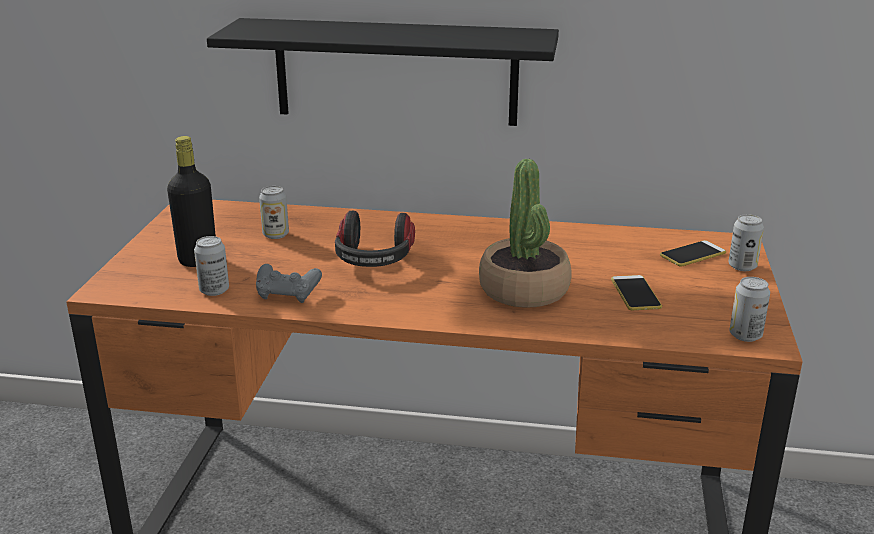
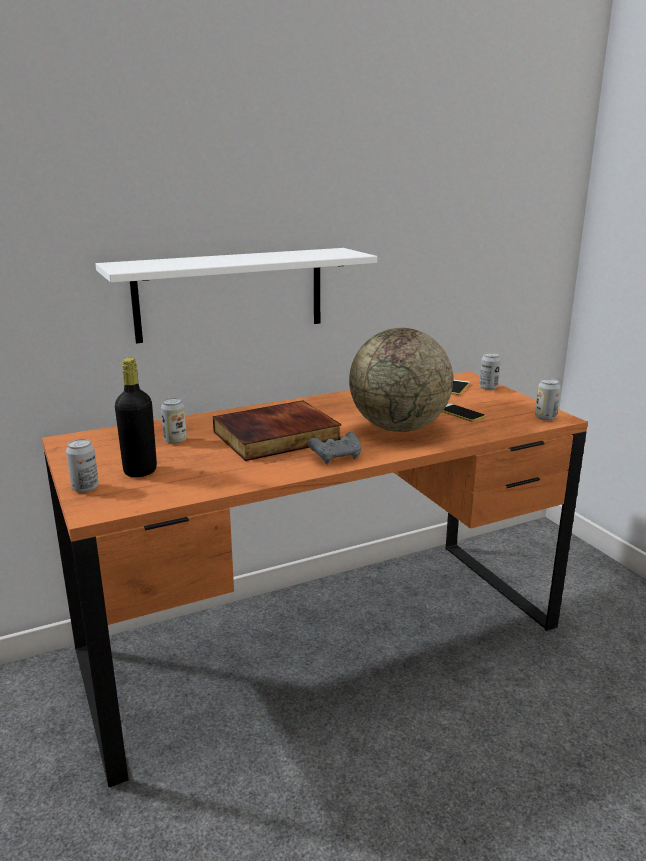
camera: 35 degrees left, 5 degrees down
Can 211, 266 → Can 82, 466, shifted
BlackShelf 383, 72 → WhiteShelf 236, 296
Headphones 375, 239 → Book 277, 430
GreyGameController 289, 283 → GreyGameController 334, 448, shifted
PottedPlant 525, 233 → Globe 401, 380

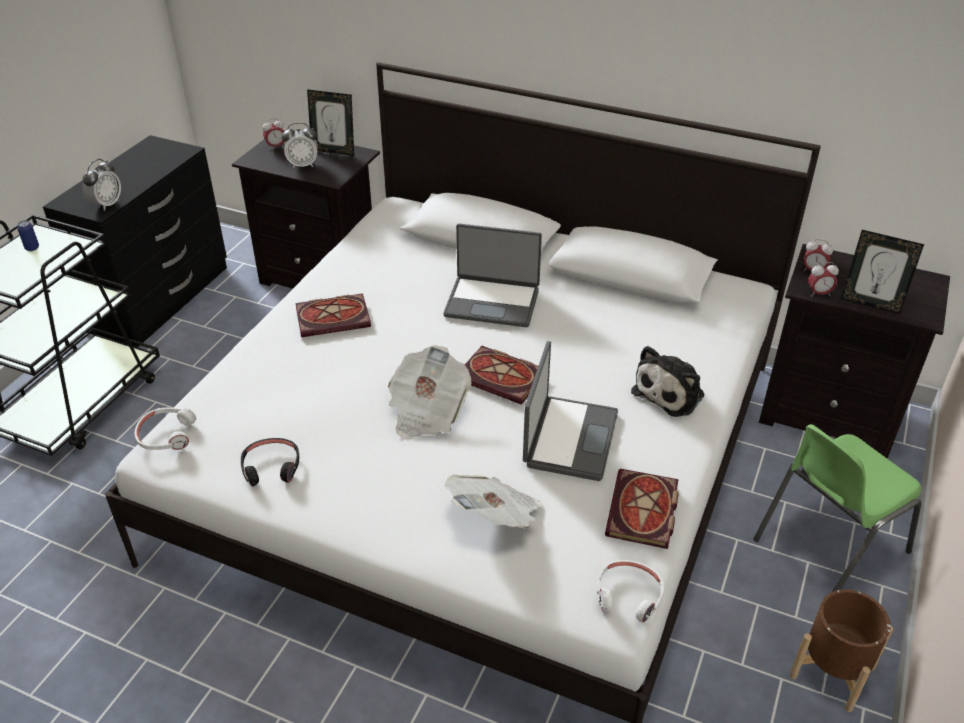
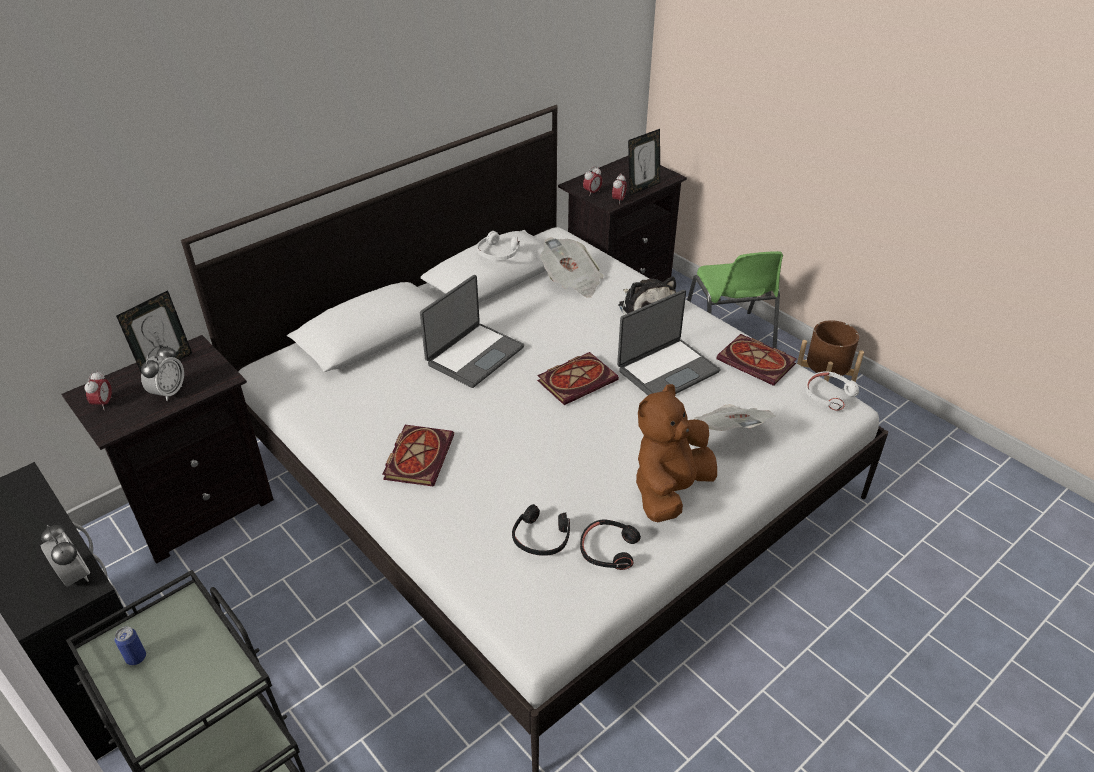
camera: 65 degrees left, 0 degrees up
WhiteHeadphones 165, 428 → WhiteHeadphones 498, 245, shifted
- → BlackHeadphones 541, 530
Newspaper 430, 391 → Newspaper 572, 267, shifted
Laptop 570, 411 → Laptop 669, 342, 105 degrees clockwise
- → BrownPlushToy 676, 453

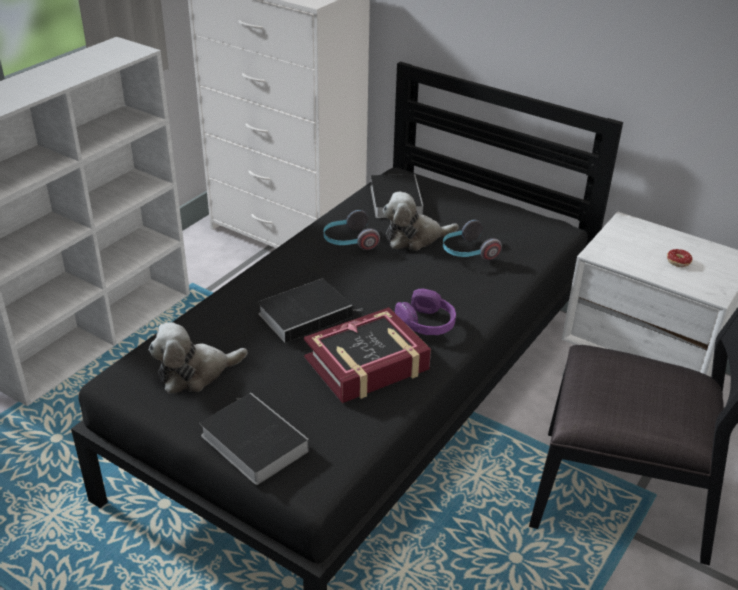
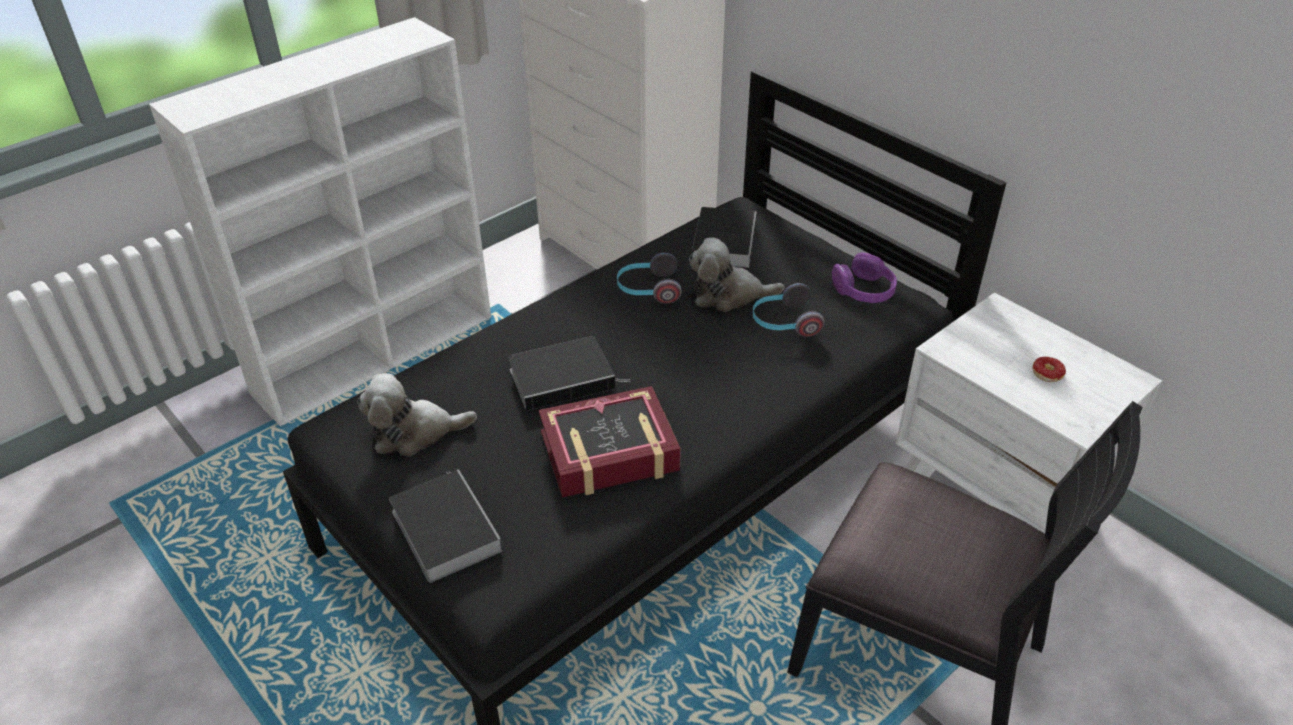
camera: 15 degrees right, 5 degrees up
PurpleHeadphones 425, 312 → PurpleHeadphones 864, 278, shifted

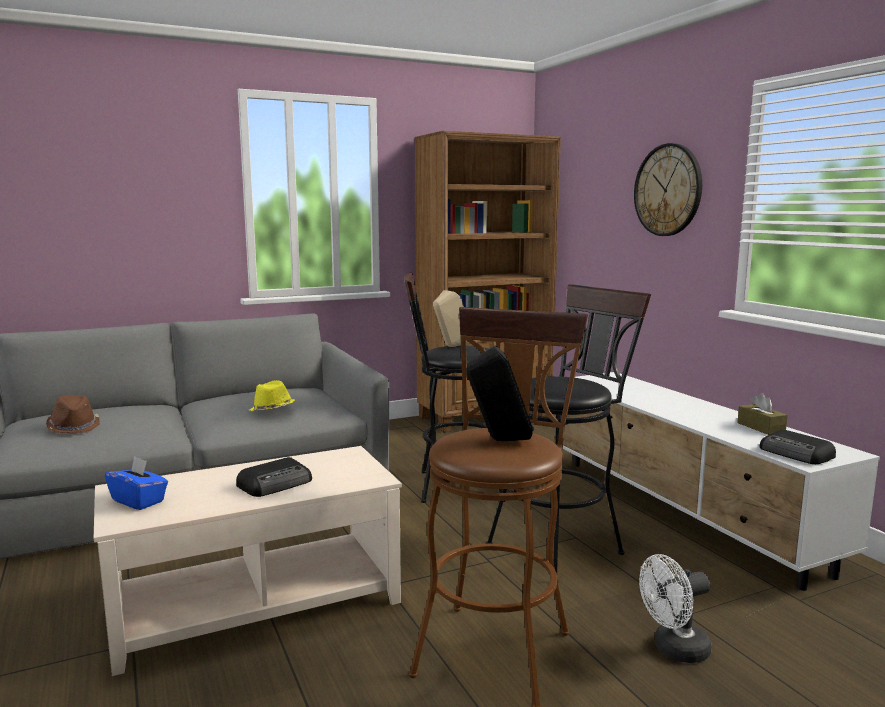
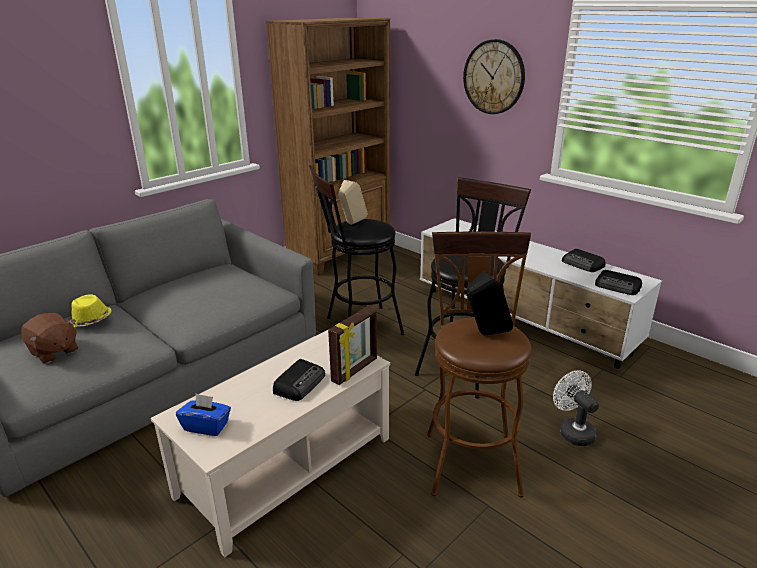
camera: 20 degrees left, 15 degrees up
BrownHat 73, 414 → BrownPlushToy 49, 338
YellowHat 272, 395 → YellowHat 91, 310, shifted
- → PictureFrame 352, 345
WhiteFan 675, 608 → WhiteFan 576, 408, 105 degrees clockwise
BrownTissueBox 762, 414 → Radio 584, 260

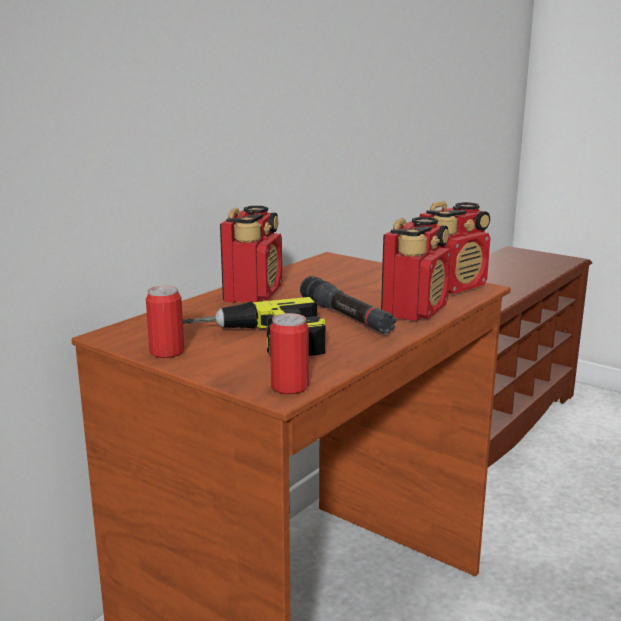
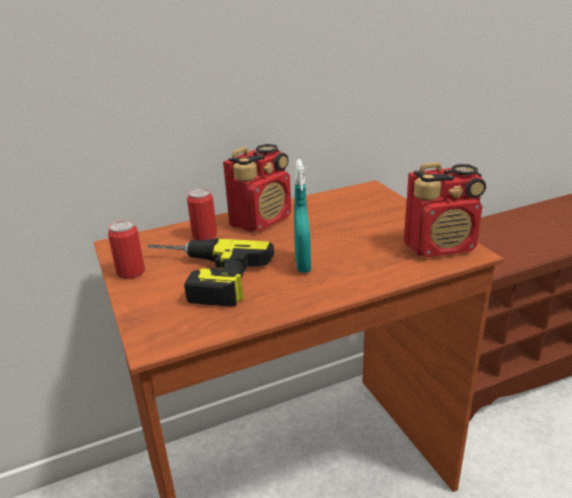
camera: 30 degrees right, 10 degrees up
Can 289, 353 → Can 202, 214, shifted
BlackFlashlight 348, 305 → TurquoiseSprayBottle 302, 216
Radio 416, 269 → -

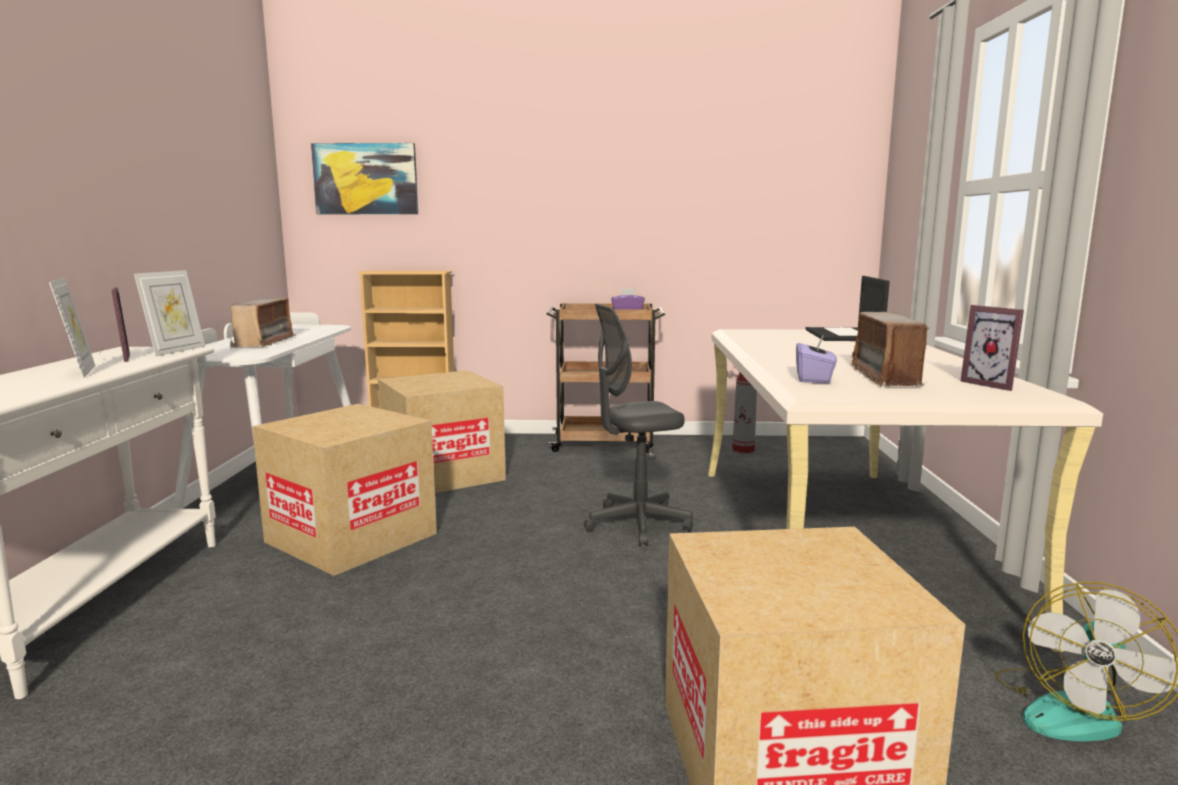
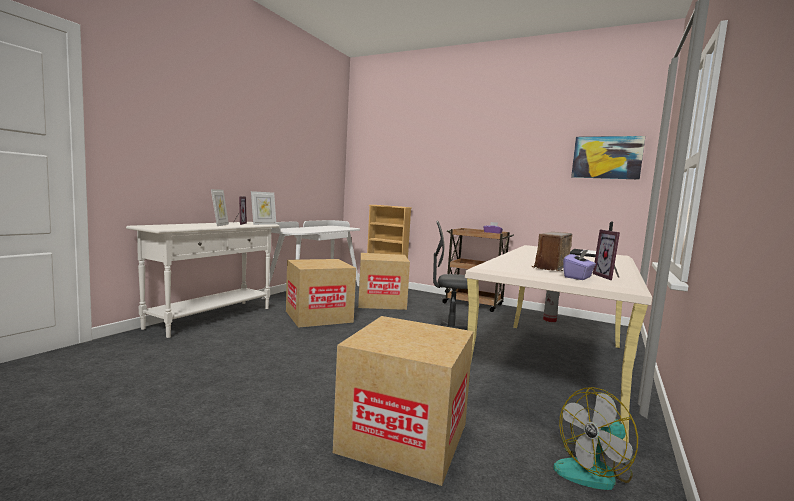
camera: 25 degrees right, 5 degrees down
PurpleTissueBox 816, 358 → PurpleTissueBox 579, 265, shifted
Picture 364, 178 → Picture 608, 157, shifted
Radio 263, 322 → -

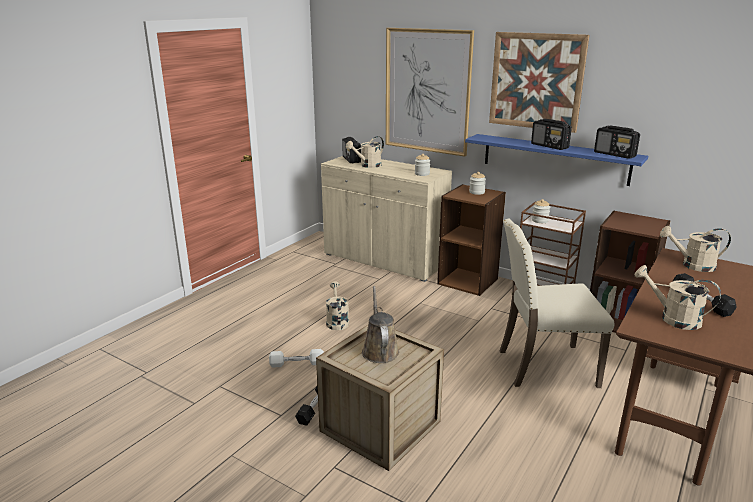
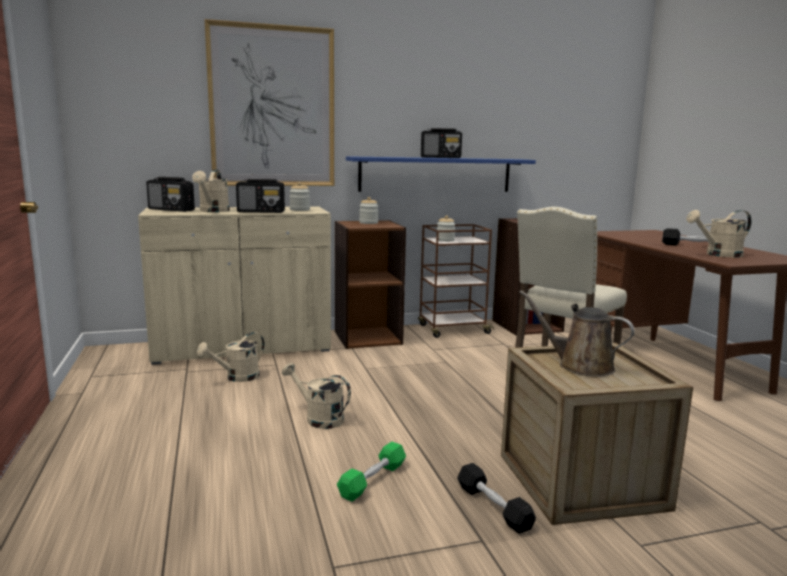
camera: 50 degrees left, 10 degrees down
BeigeWateringCan 695, 249 → BeigeWateringCan 231, 357, shifted
Radio 617, 142 → Radio 260, 196, shifted
WhiteDumbbell 296, 358 → GreenDumbbell 371, 472
Picture 539, 82 → -

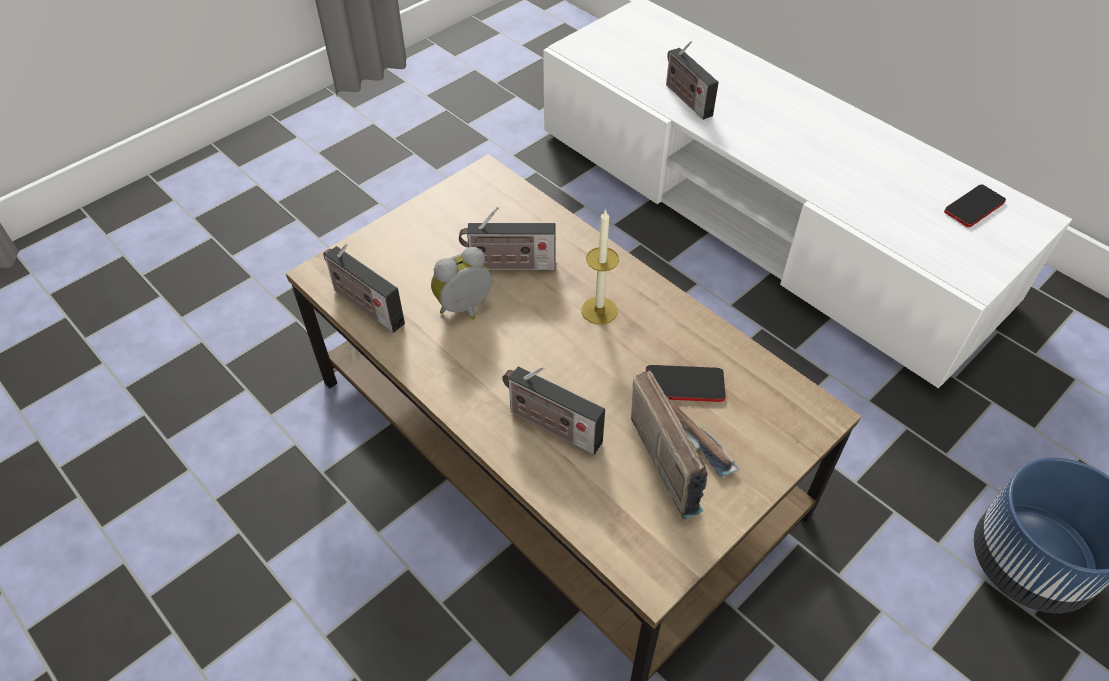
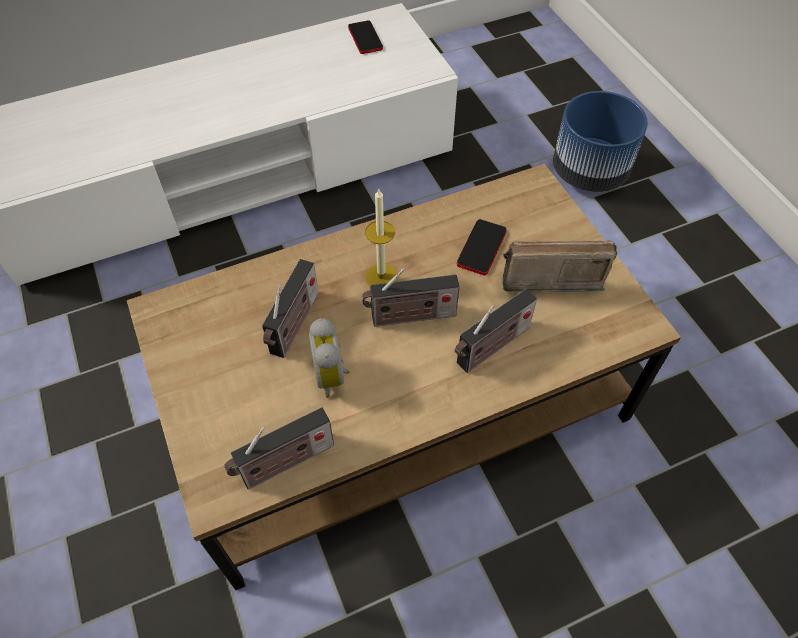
camera: 70 degrees left, 5 degrees up
Radio 692, 80 → Radio 411, 298, shifted

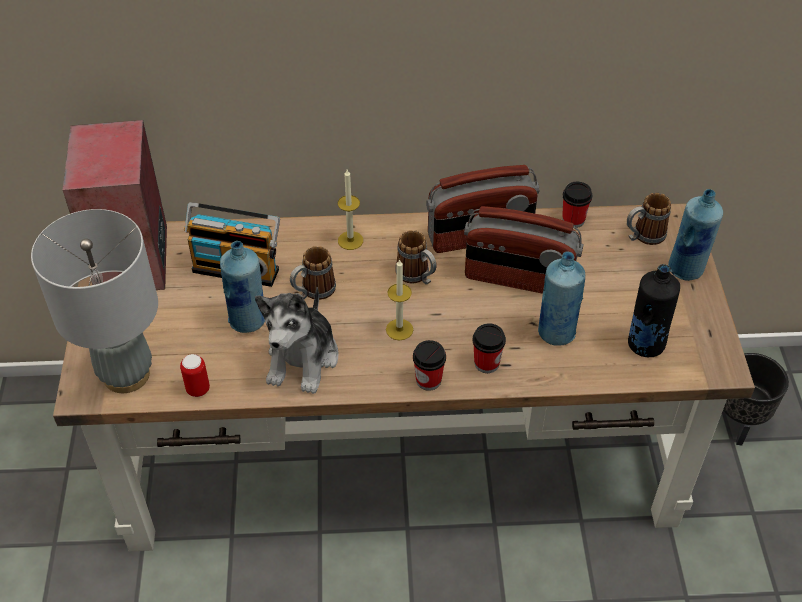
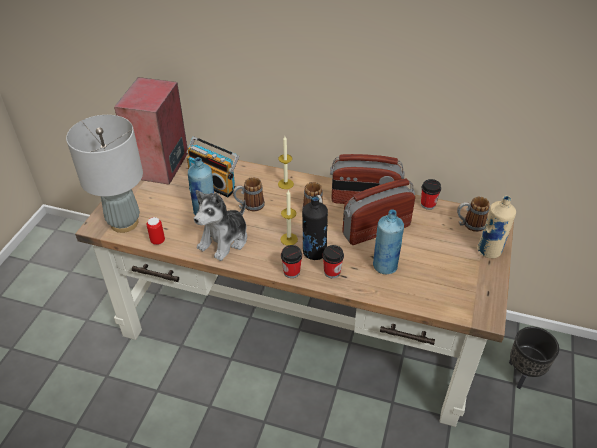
camera: 20 degrees right, 5 degrees down
BlackBottle 654, 310 → BlackBottle 315, 228, shifted
Radio 524, 250 → Radio 378, 212, 120 degrees clockwise
BlueBottle 695, 235 → BeigeBottle 496, 226

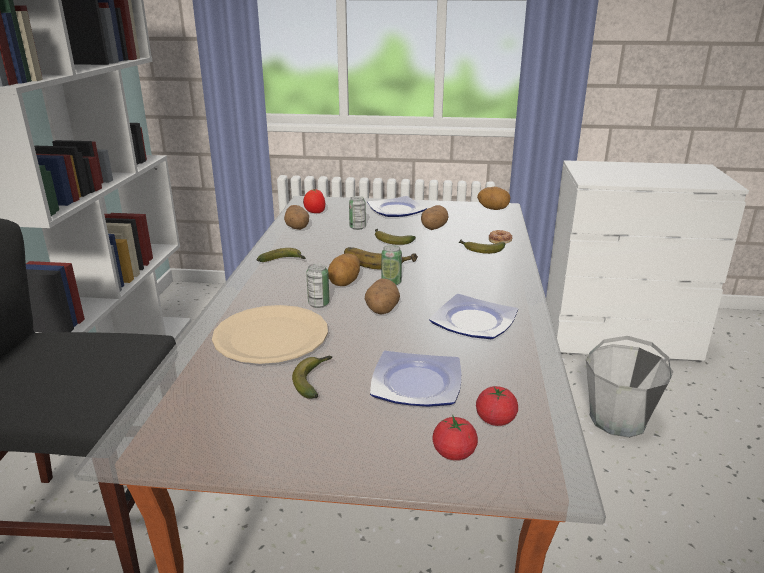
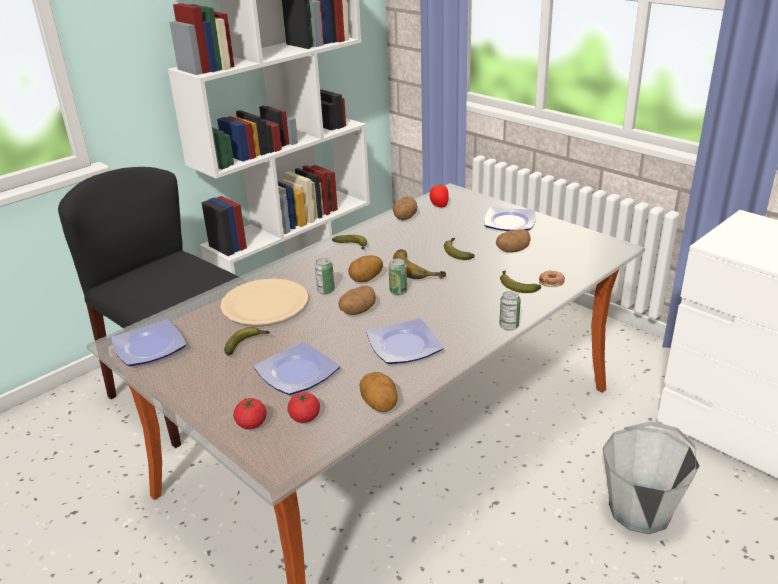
camera: 40 degrees right, 5 degrees up
- → Plate 148, 342
Potato 493, 198 → Potato 379, 392, shifted
Can 357, 213 → Can 510, 310, shifted

